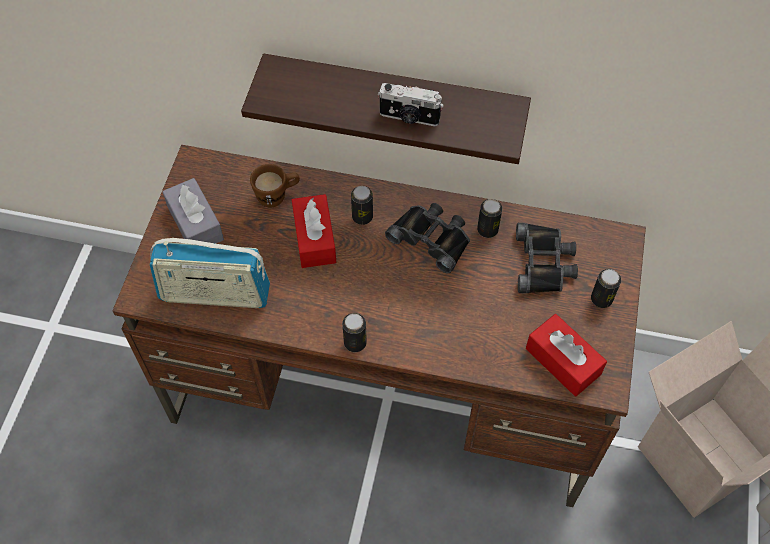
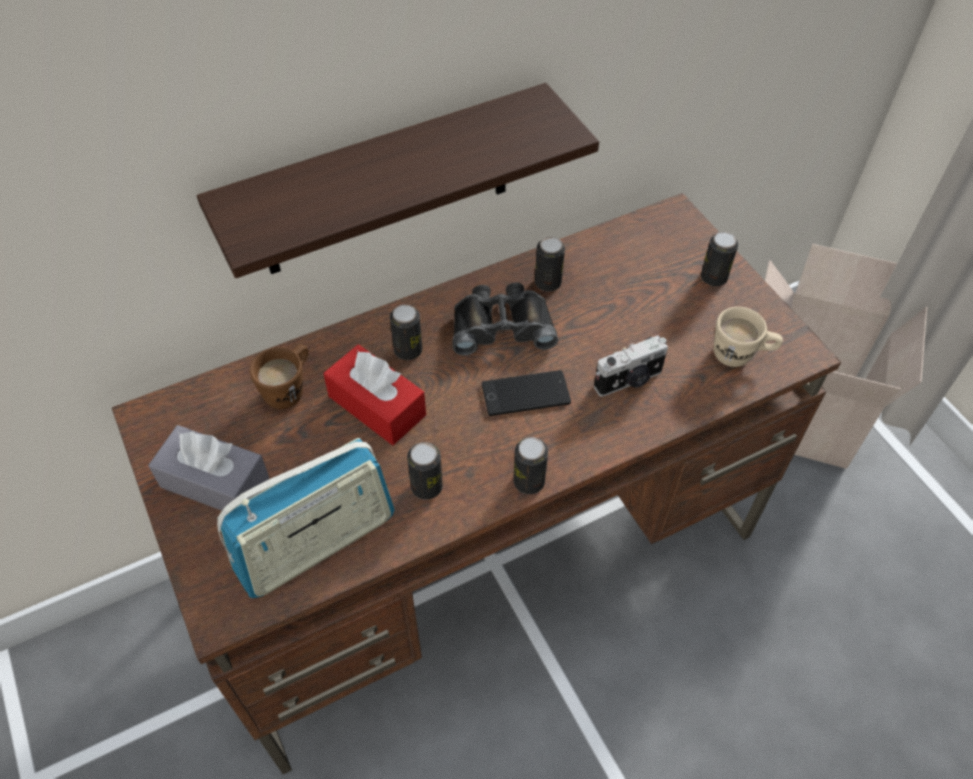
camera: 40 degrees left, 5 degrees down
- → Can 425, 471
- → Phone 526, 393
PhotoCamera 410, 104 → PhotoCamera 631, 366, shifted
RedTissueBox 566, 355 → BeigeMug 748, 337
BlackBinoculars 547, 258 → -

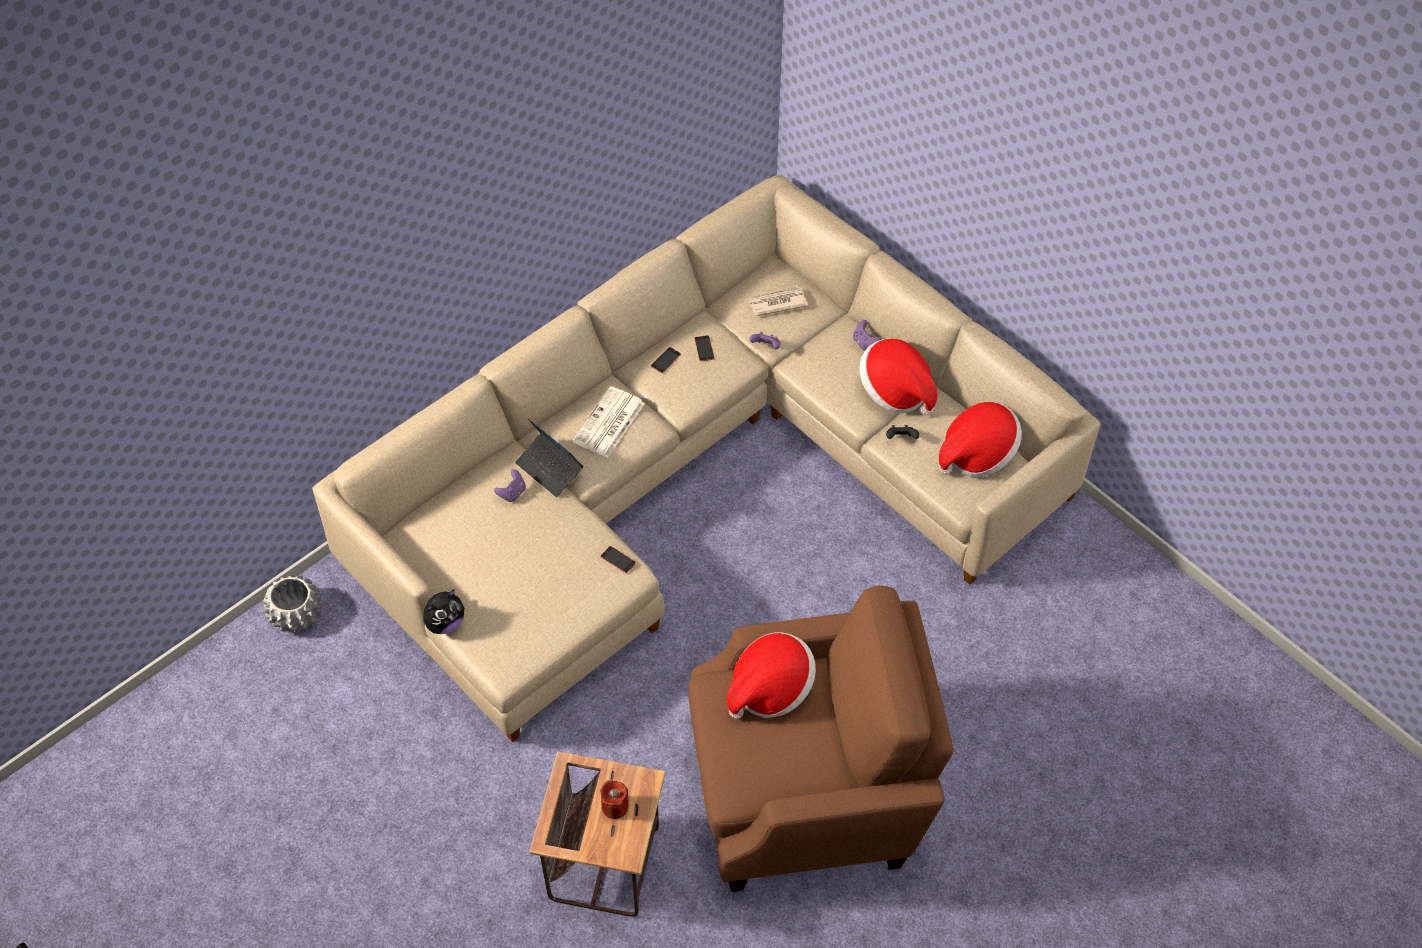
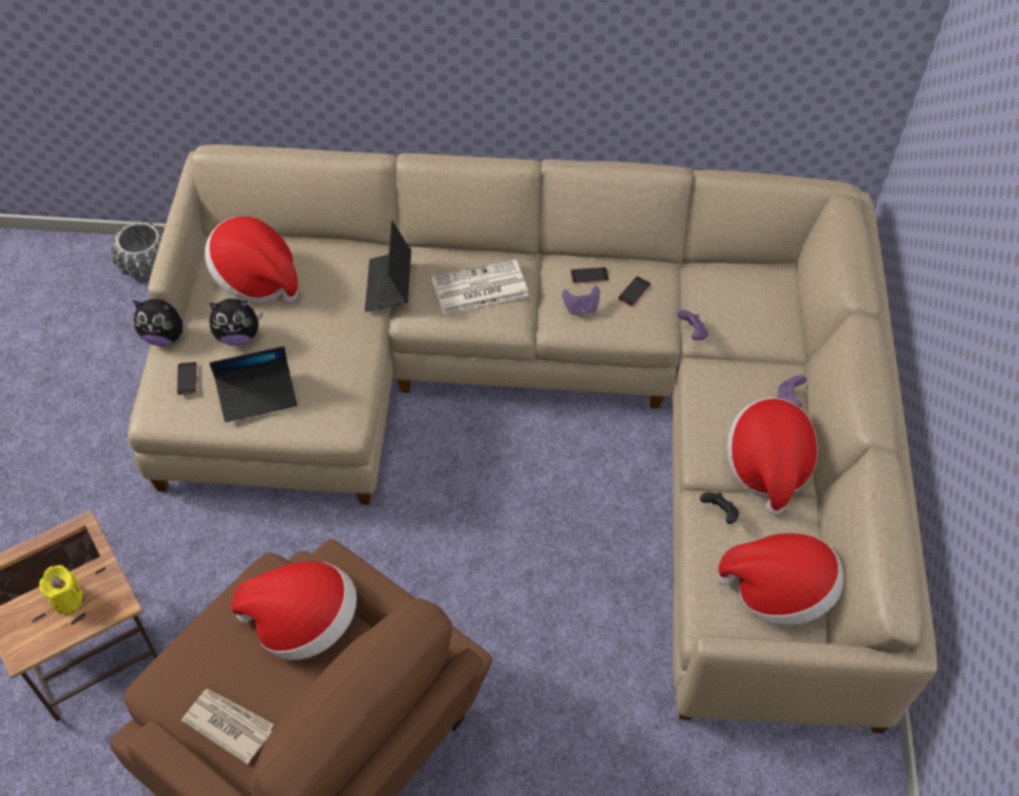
camera: 45 degrees right, 0 degrees up
RedCandle 614, 799 → YellowCandle 61, 589
Phone 618, 559 → Phone 187, 378, shifted
Newspaper 778, 301 → Newspaper 227, 727, shifted
- → Hat 251, 259
- → PlushToy 236, 322
- → Laptop 253, 384
PurpleGameController 510, 485 → PurpleGameController 581, 300, shifted

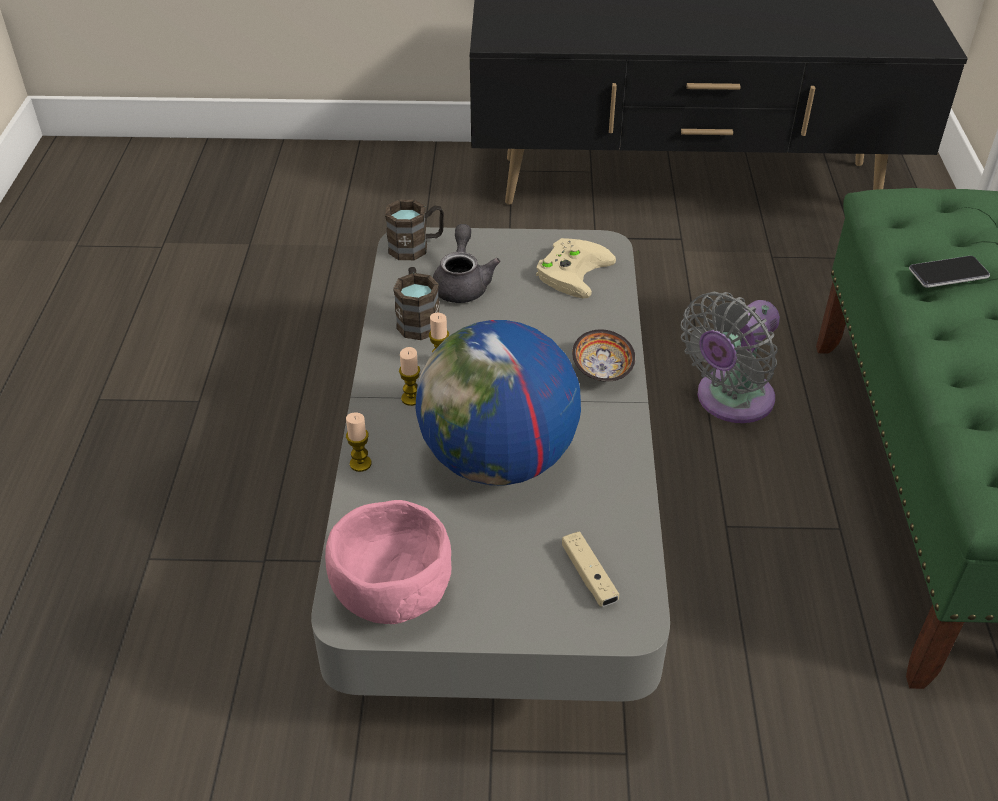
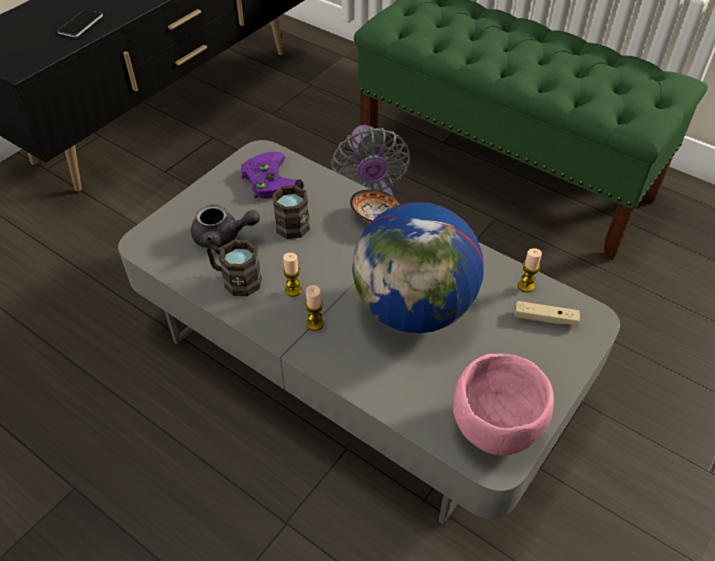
camera: 55 degrees left, 5 degrees up
Phone 949, 272 → Phone 80, 23, shifted
GreyTeapot 466, 263 → GreyTeapot 225, 226, 150 degrees clockwise
BeigeGameController 576, 268 → PurpleGameController 273, 175
BrownMug 414, 230 → BrownMug 291, 209, shifted
Candle 359, 442 → Candle 530, 270, shifted

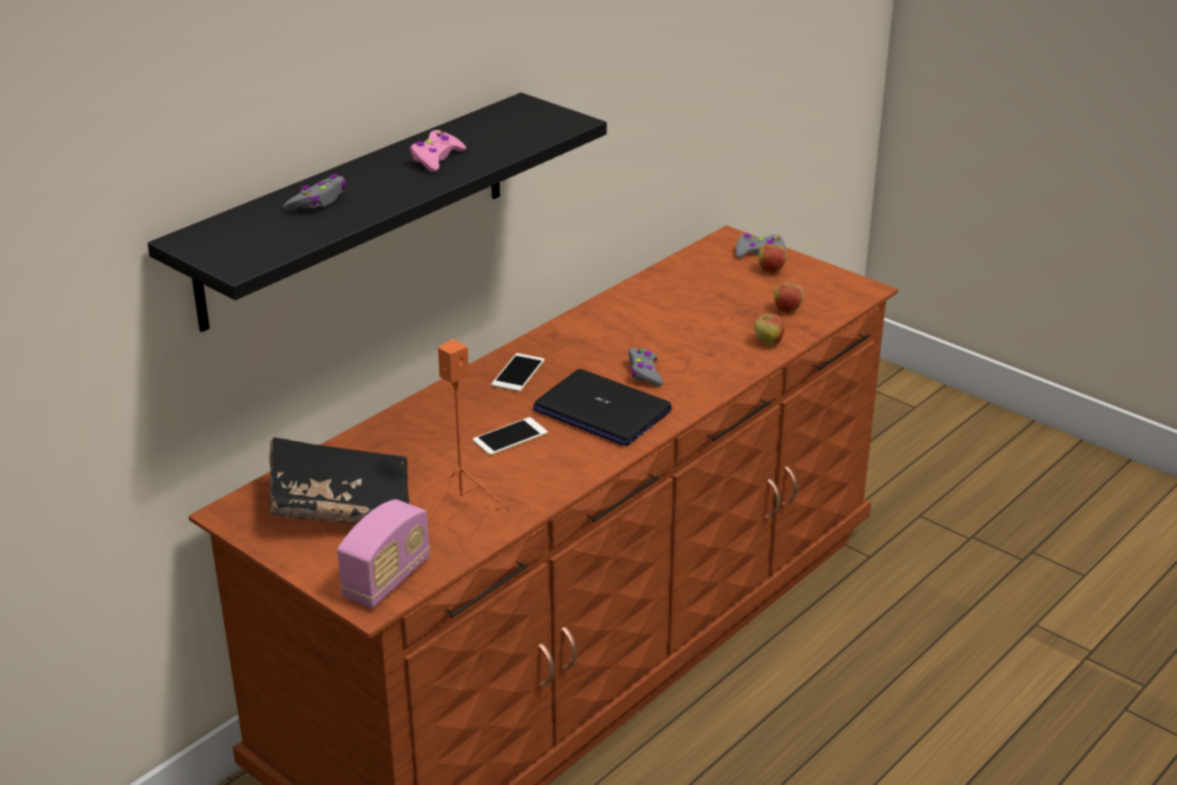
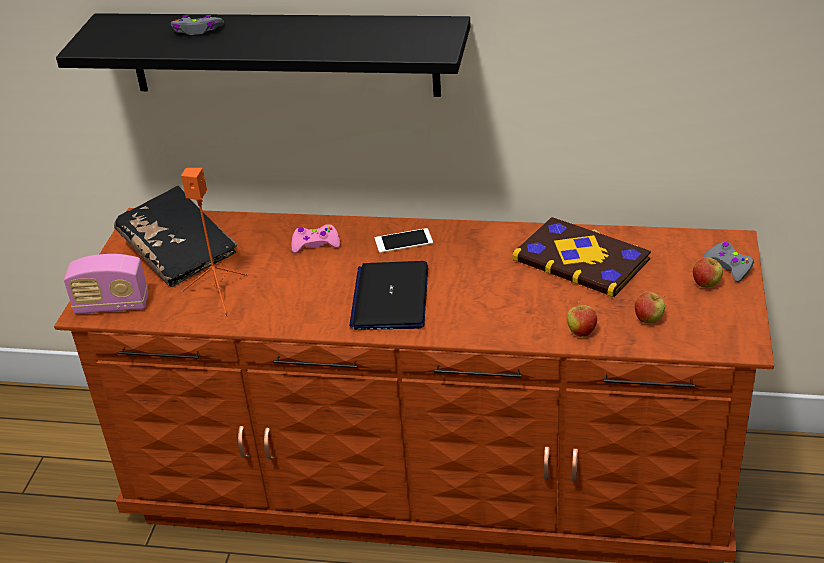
camera: 60 degrees right, 5 degrees up
PinkGameController 437, 151 → PinkGameController 315, 238, shifted
- → Book 582, 257
Phone 510, 436 → -
GreyGameController 646, 366 → -

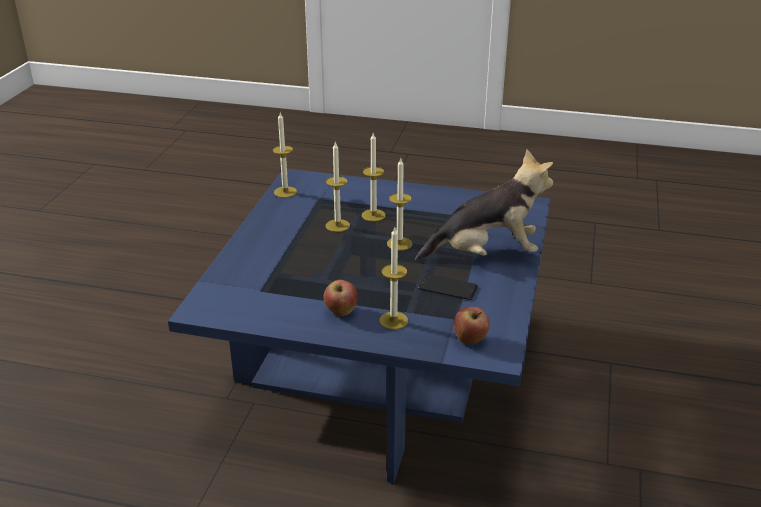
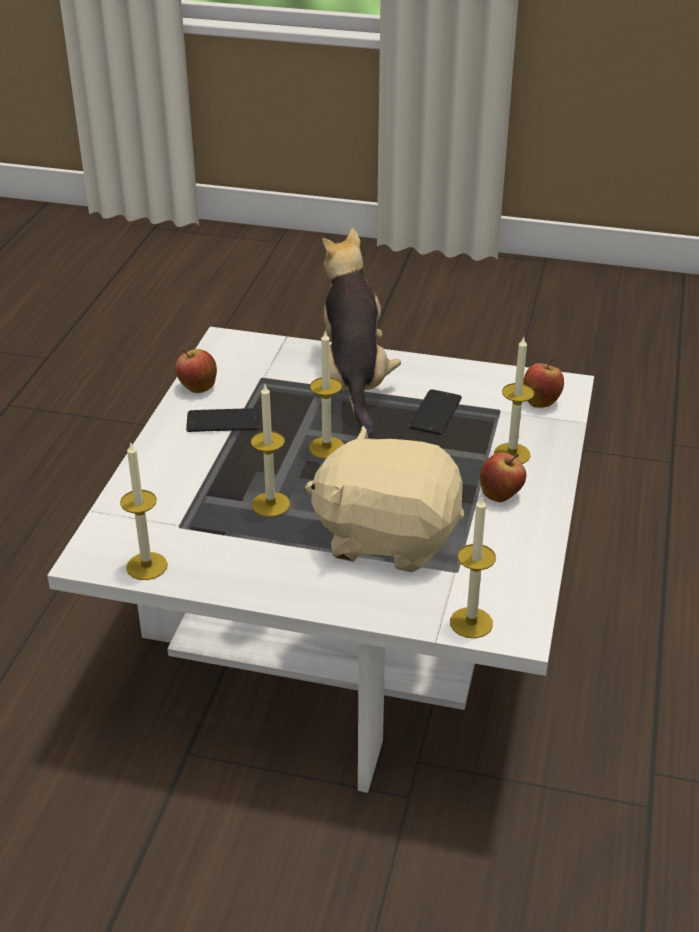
camera: 90 degrees left, 5 degrees up
BlueCoffeeTable 359, 326 → WhiteCoffeeTable 320, 560
- → Apple 196, 371
- → Phone 222, 420
- → BeigePlushToy 384, 499
Candle 374, 177 → Candle 473, 566, shifted

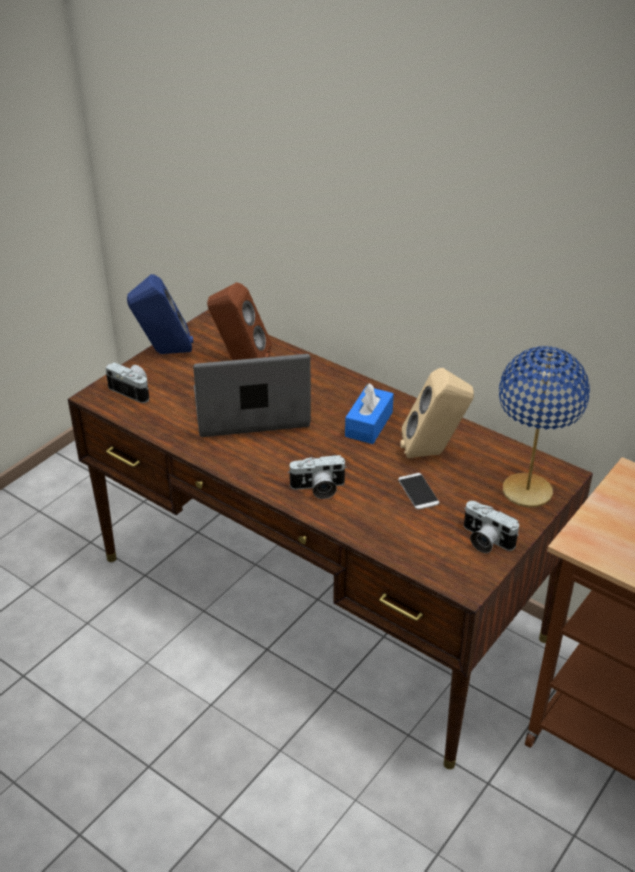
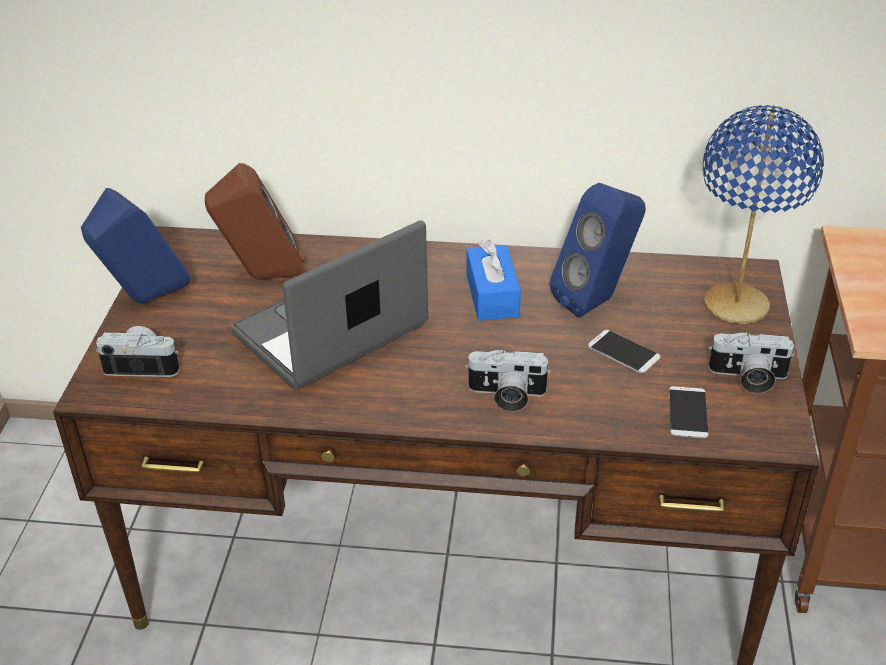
camera: 30 degrees left, 0 degrees up
PhotoCamera 317, 477 → PhotoCamera 508, 381, 45 degrees clockwise
BeigeSpeaker 437, 413 → BlueSpeaker 597, 250
- → Phone 689, 412

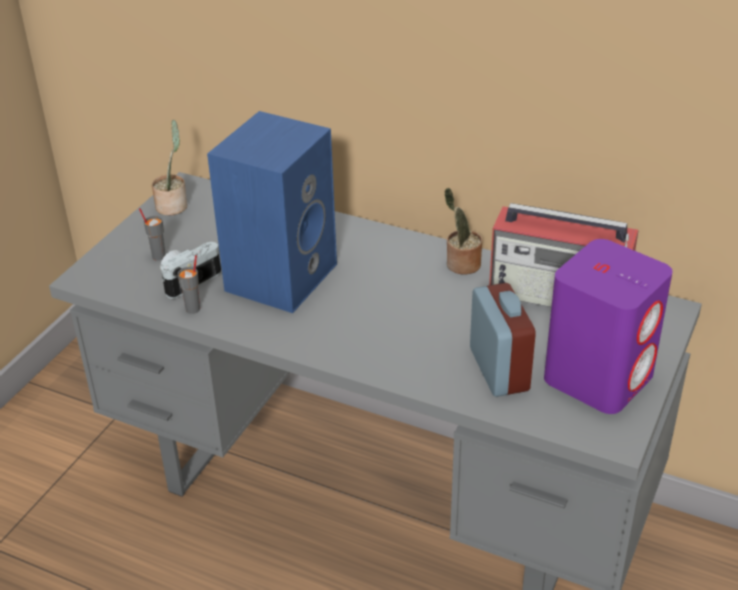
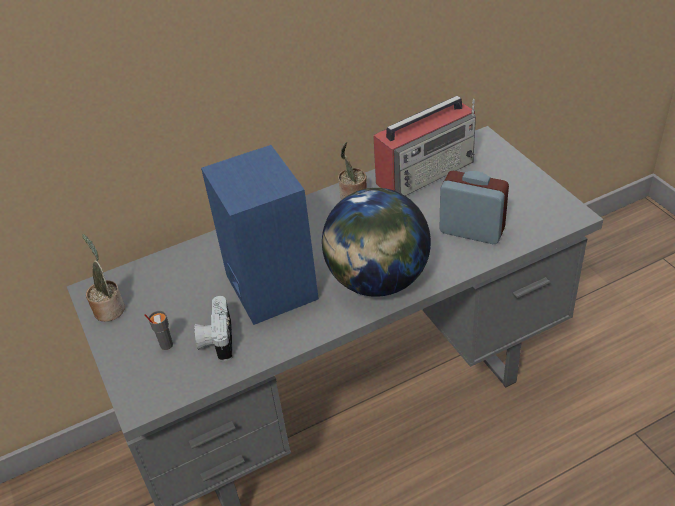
camera: 50 degrees left, 5 degrees up
- → Globe 376, 242
GreyCup 189, 284 → -
PurpleSpeaker 608, 326 → -

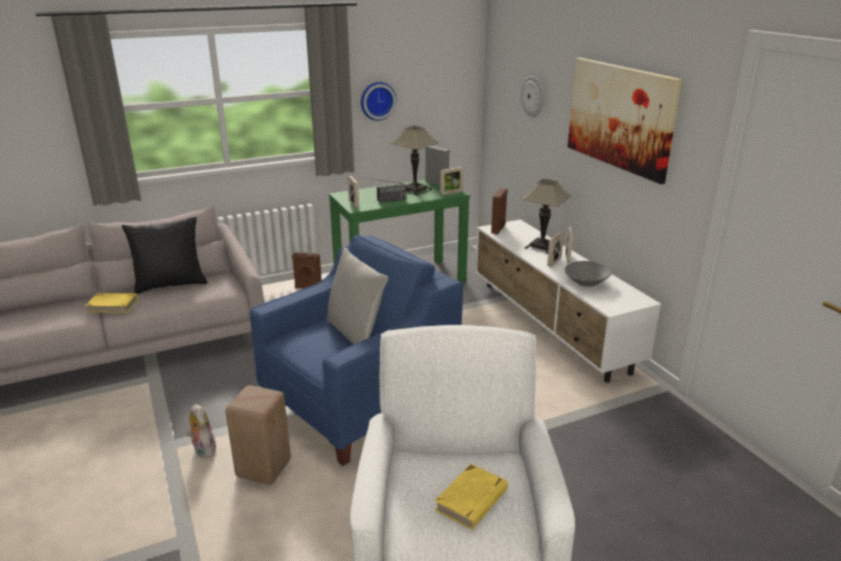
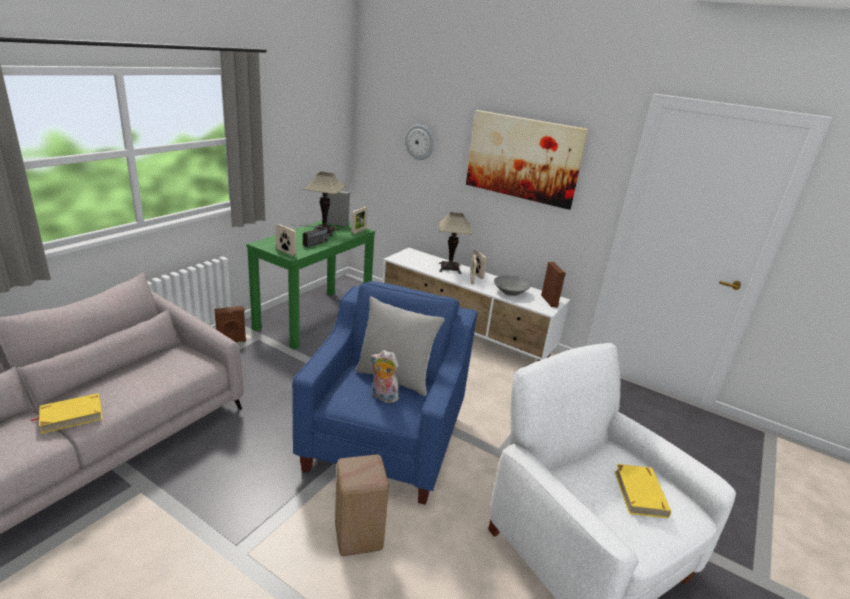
camera: 35 degrees left, 0 degrees up
PlushToy 201, 431 → PlushToy 384, 376, shifted
BrownSpeaker 499, 211 → BrownSpeaker 553, 285, shifted
BlackPillow 165, 255 → -
WallClock 378, 101 → -

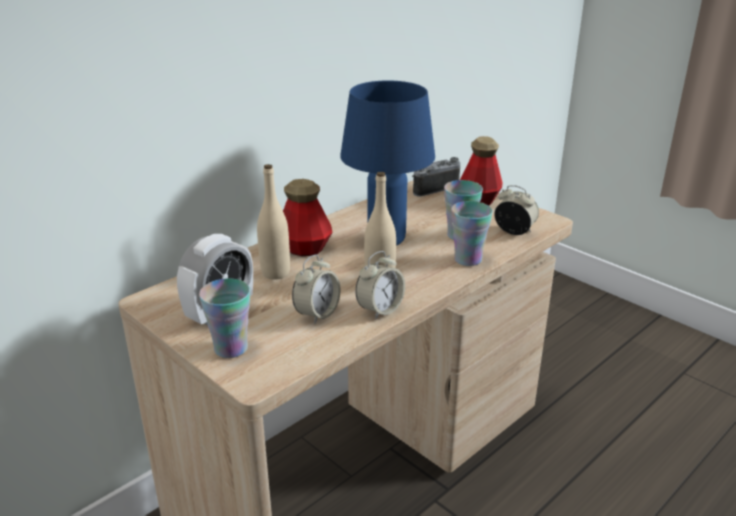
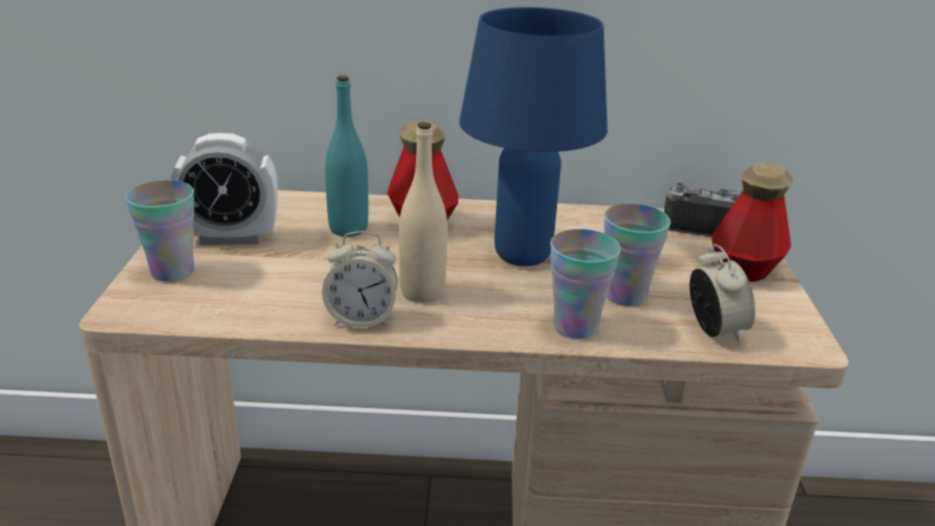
camera: 45 degrees right, 0 degrees up
BeigeBottle 273, 222 → TurquoiseBottle 346, 156
AlarmClock 316, 289 → -

